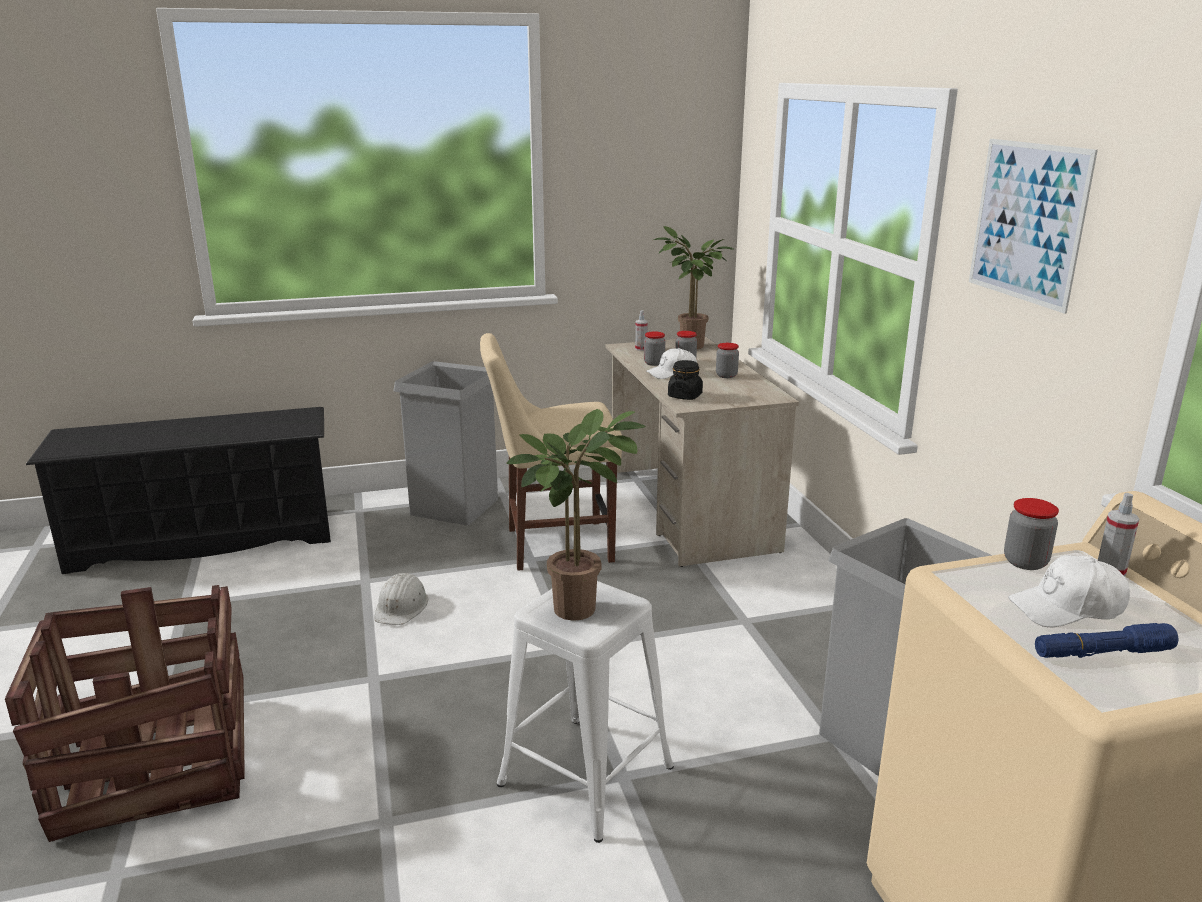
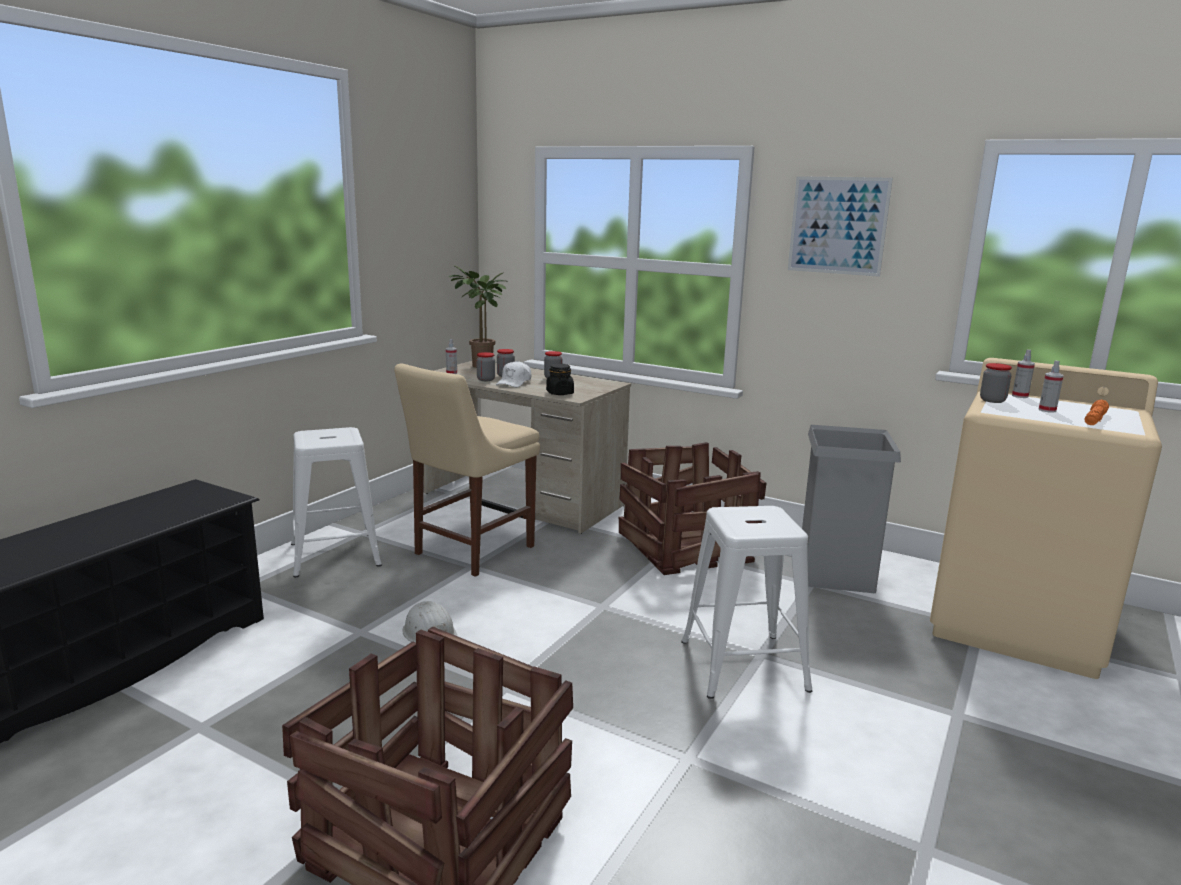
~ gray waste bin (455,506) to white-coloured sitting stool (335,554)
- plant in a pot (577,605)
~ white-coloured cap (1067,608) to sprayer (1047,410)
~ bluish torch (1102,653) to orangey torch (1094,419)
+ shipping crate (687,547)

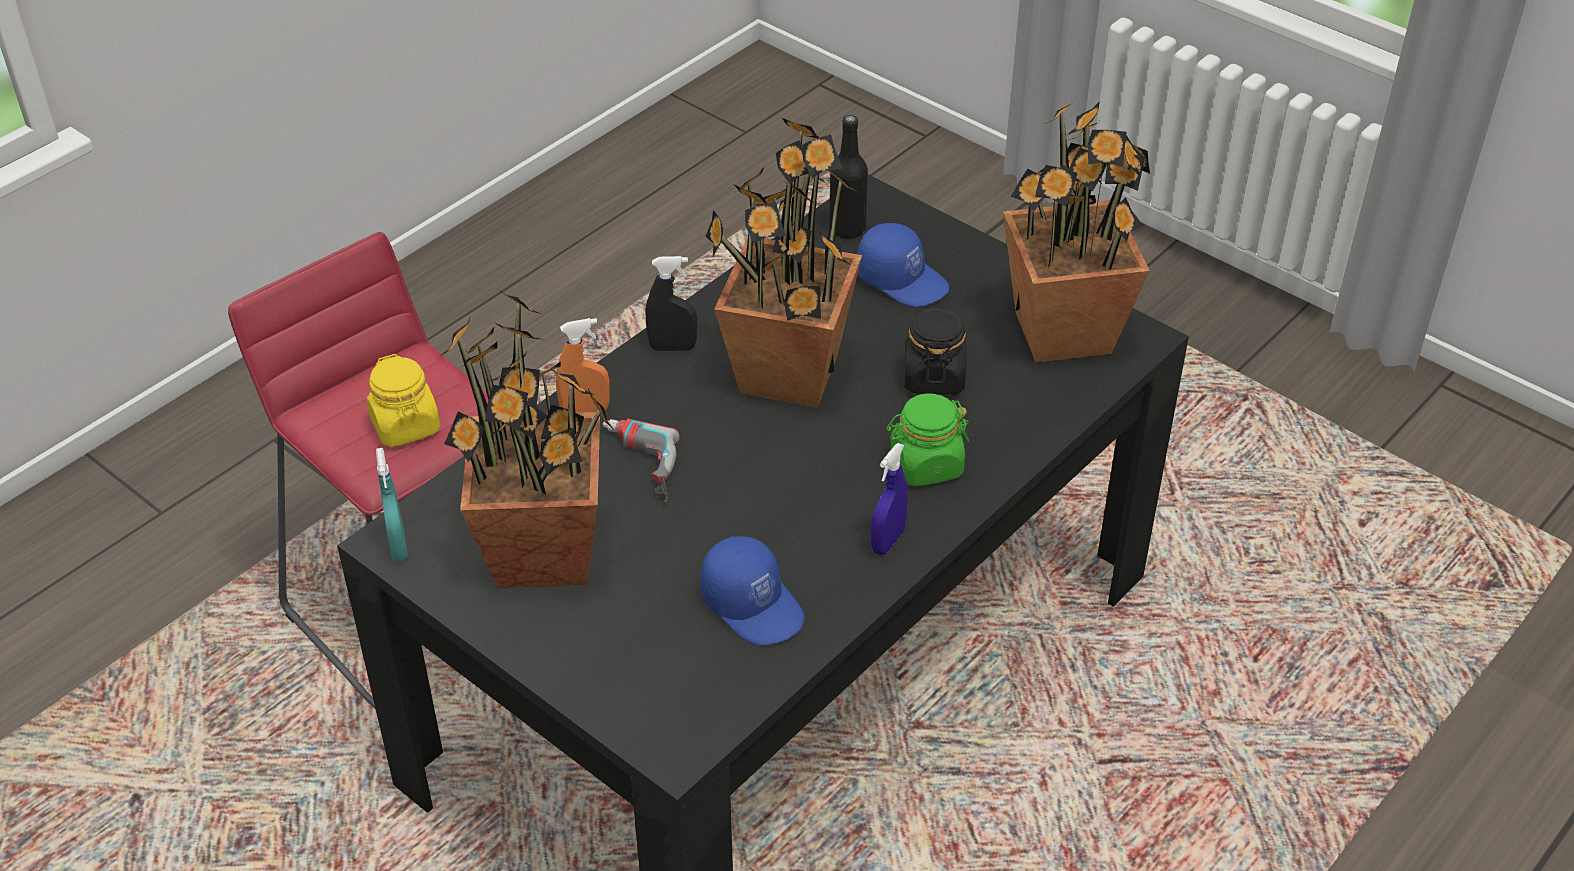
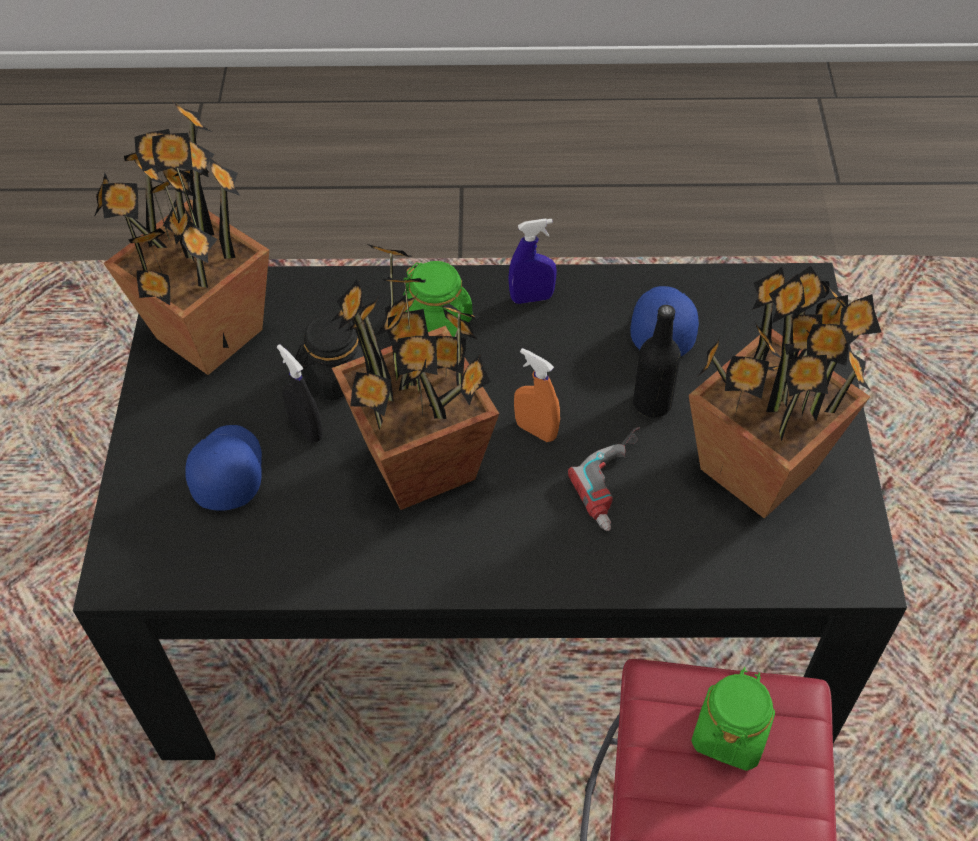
~ yellow-coloured storage jar (406,426) to green-coloured storage jar (730,733)
- turquoise sprayer (398,547)
~ orangey sprayer (585,412) to (536,430)
~ black sprayer (673,347) to (306,429)
~ black drink bottle (847,229) to (652,403)

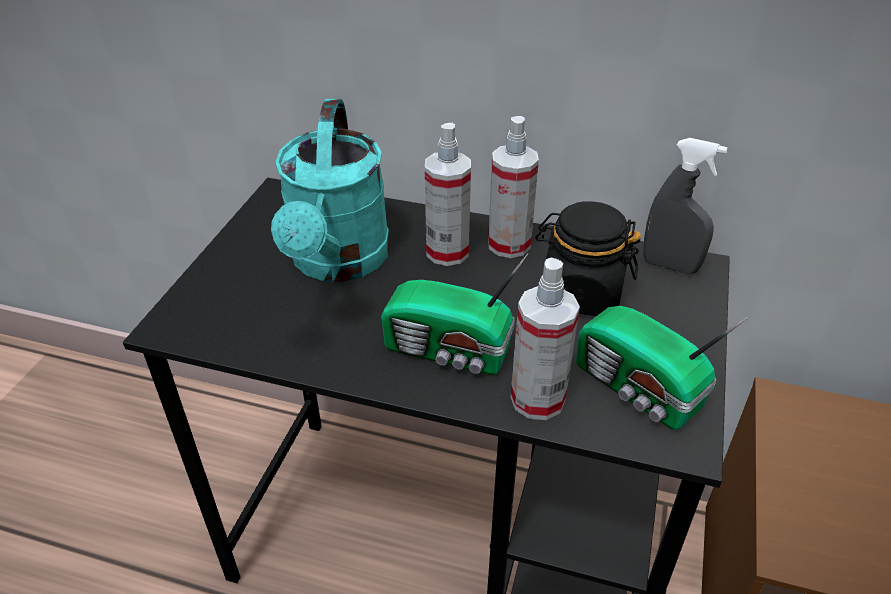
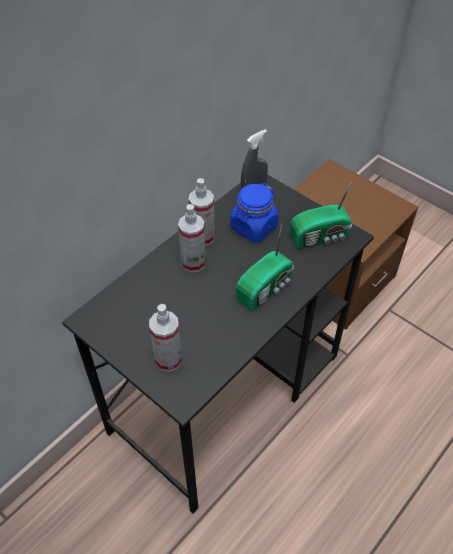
- turquoise watering can (338,263)
~ sprayer (537,399) to (168,359)
~ black storage jar (581,293) to bluish storage jar (253,227)

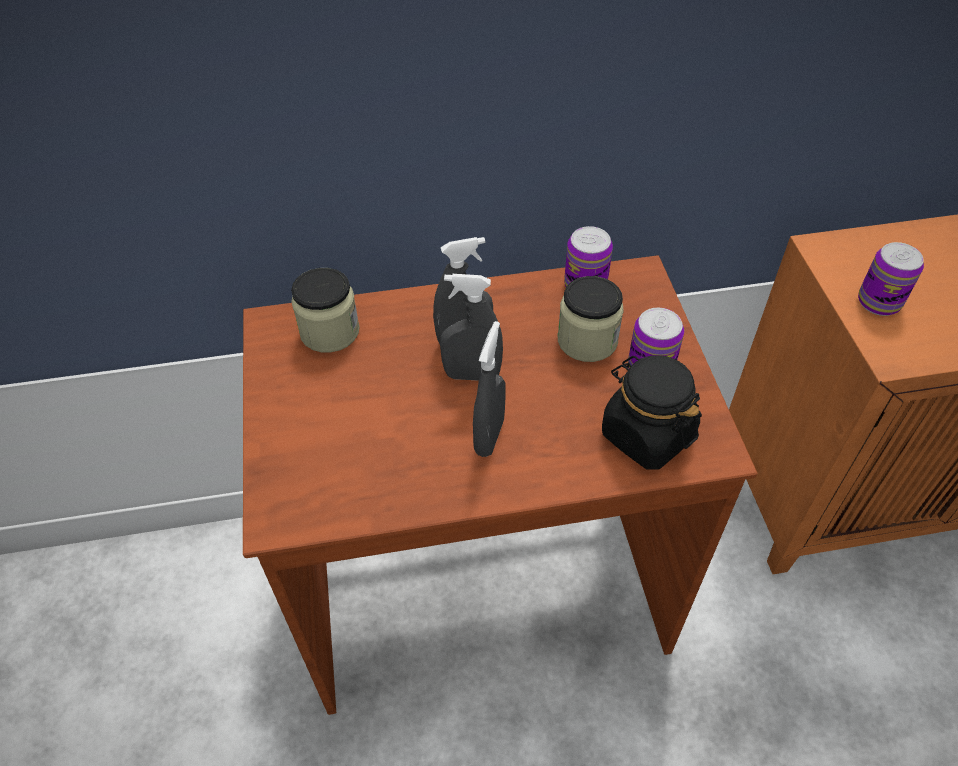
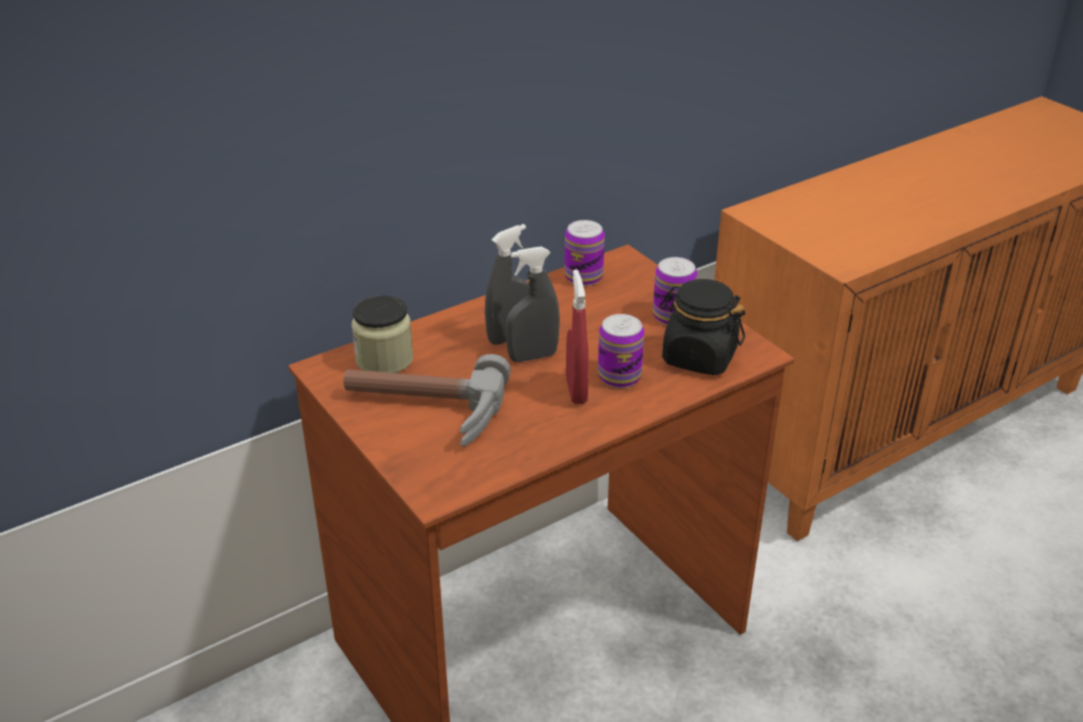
~ gray sprayer (489,436) to red-coloured sprayer (576,391)
- storage jar (587,340)
~ can (879,302) to (619,376)
+ tool hammer (422,412)

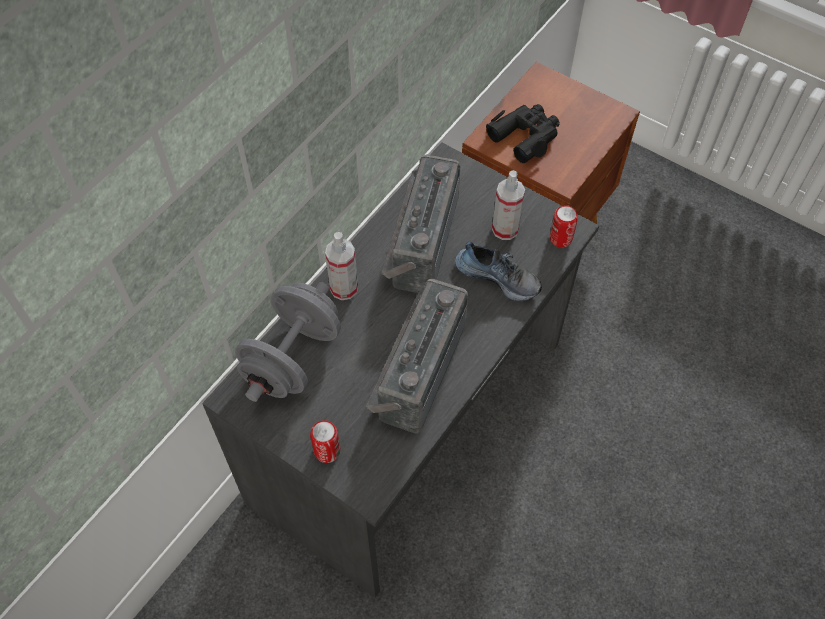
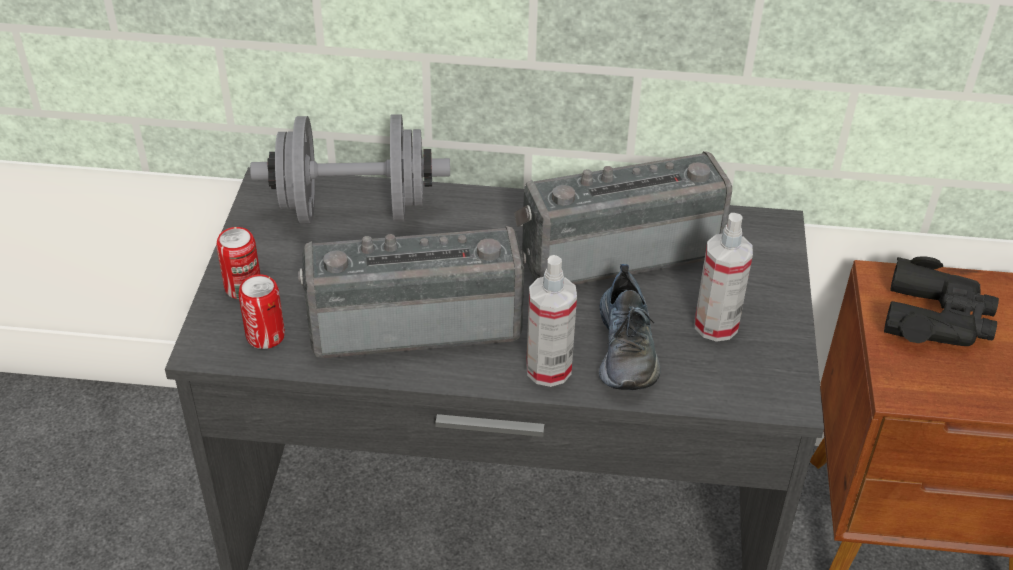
~ sprayer (344,288) to (548,369)
~ can (560,239) to (265,336)

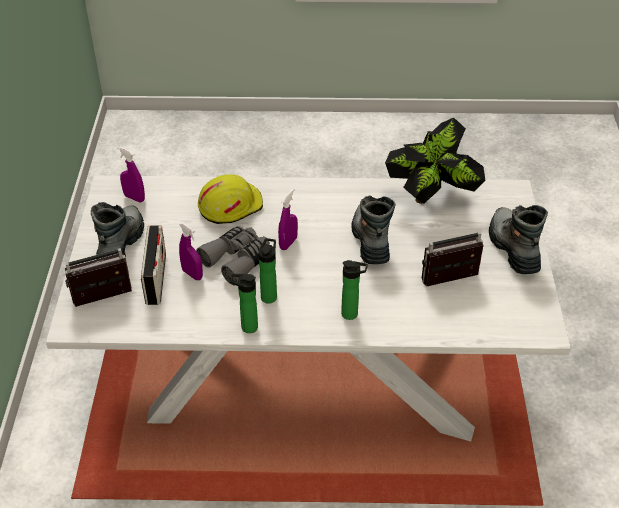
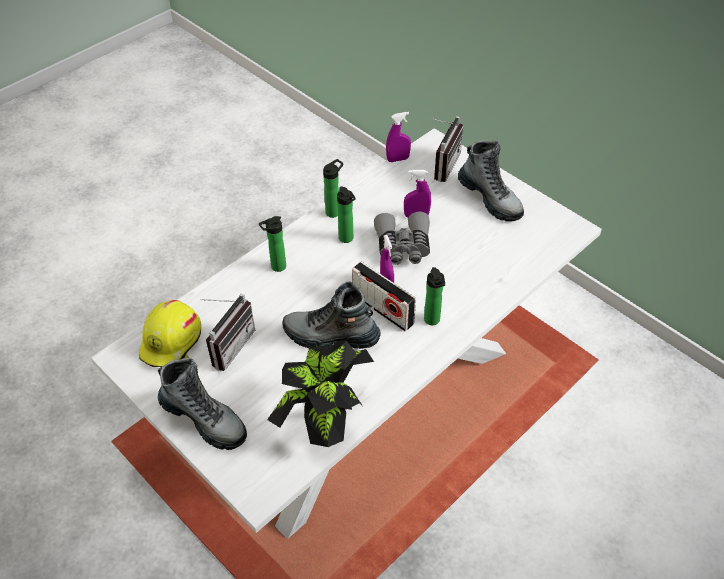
~ purple-coloured sprayer (134,198) to (398,159)
~ radio set (156,279) to (383,309)
~ yellow-coloured safety helmet (230,205) to (172,342)
~ high-top boot (371,239) = (331,336) 150 degrees clockwise
+ drink bottle (432,321)

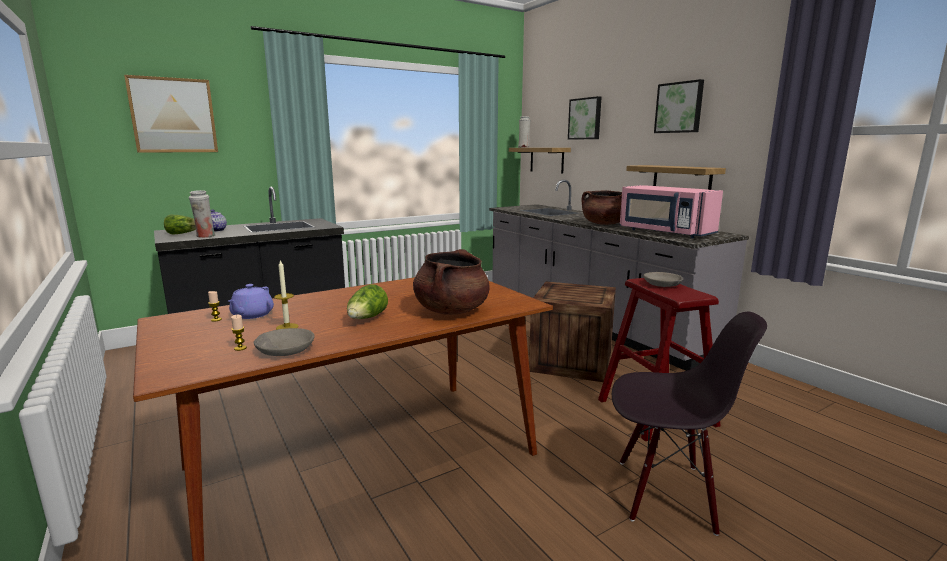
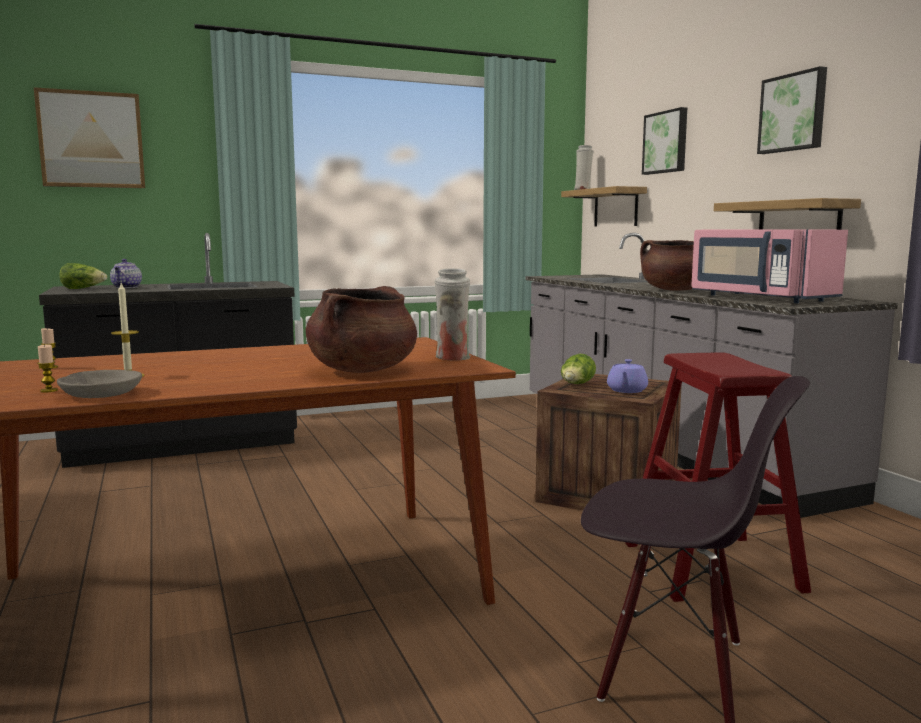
~ white-coloured flower vase (205,236) to (453,358)
~ purple-coloured pot for tea (252,315) to (626,391)
~ lettuce (367,319) to (576,385)
- gray serving bowl (662,285)

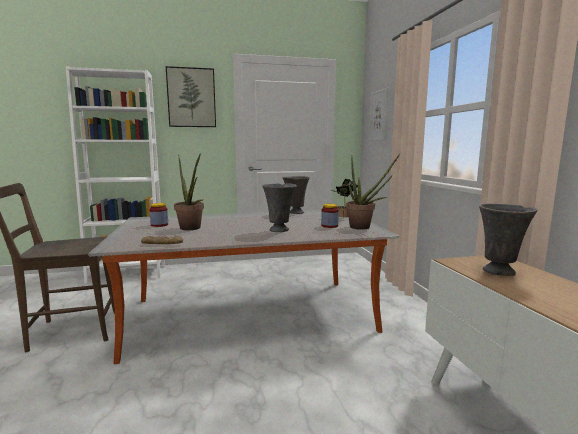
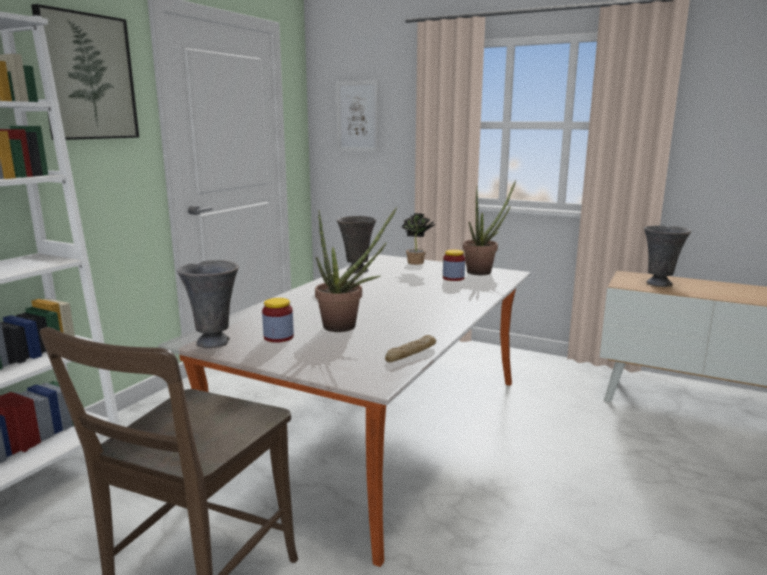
~ gray flower vase (280,230) to (214,342)

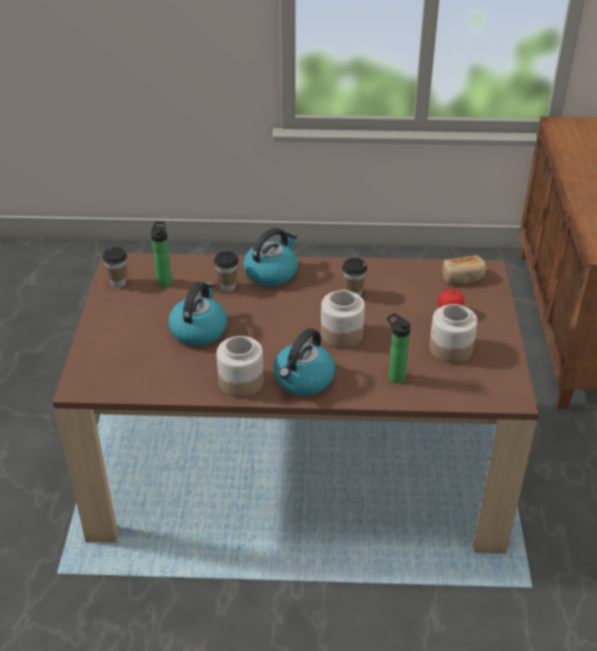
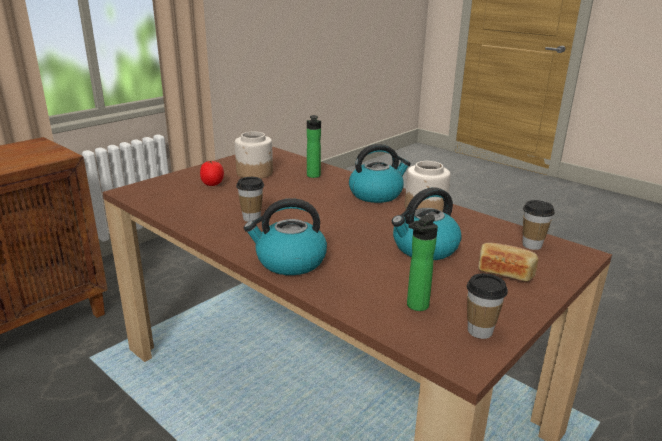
~ cup (227,287) to (531,245)
- storage jar (341,334)
~ bakery bread (463,277) to (505,272)

